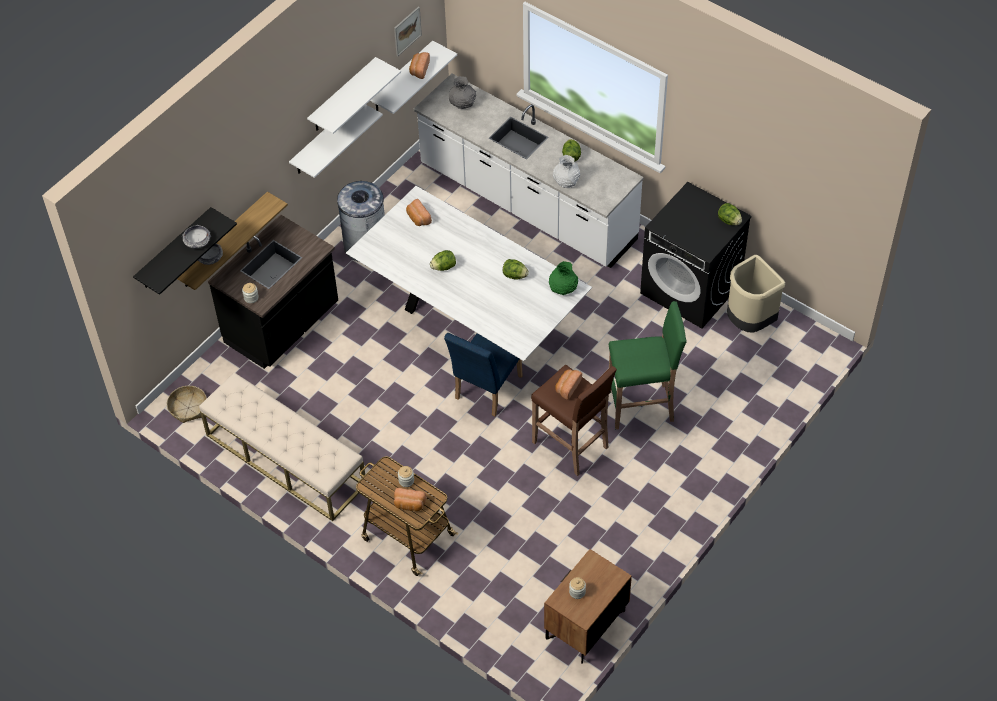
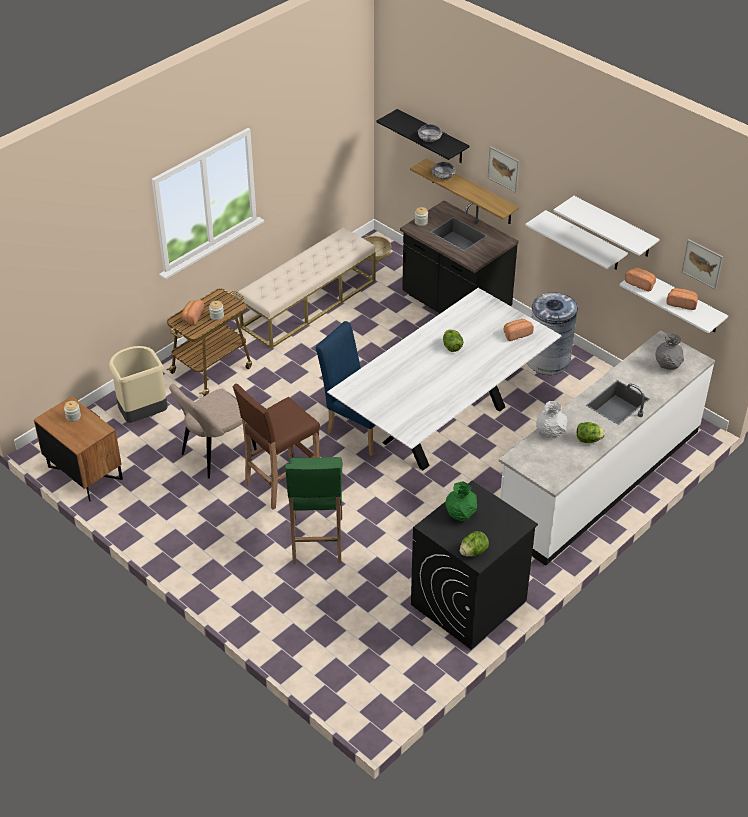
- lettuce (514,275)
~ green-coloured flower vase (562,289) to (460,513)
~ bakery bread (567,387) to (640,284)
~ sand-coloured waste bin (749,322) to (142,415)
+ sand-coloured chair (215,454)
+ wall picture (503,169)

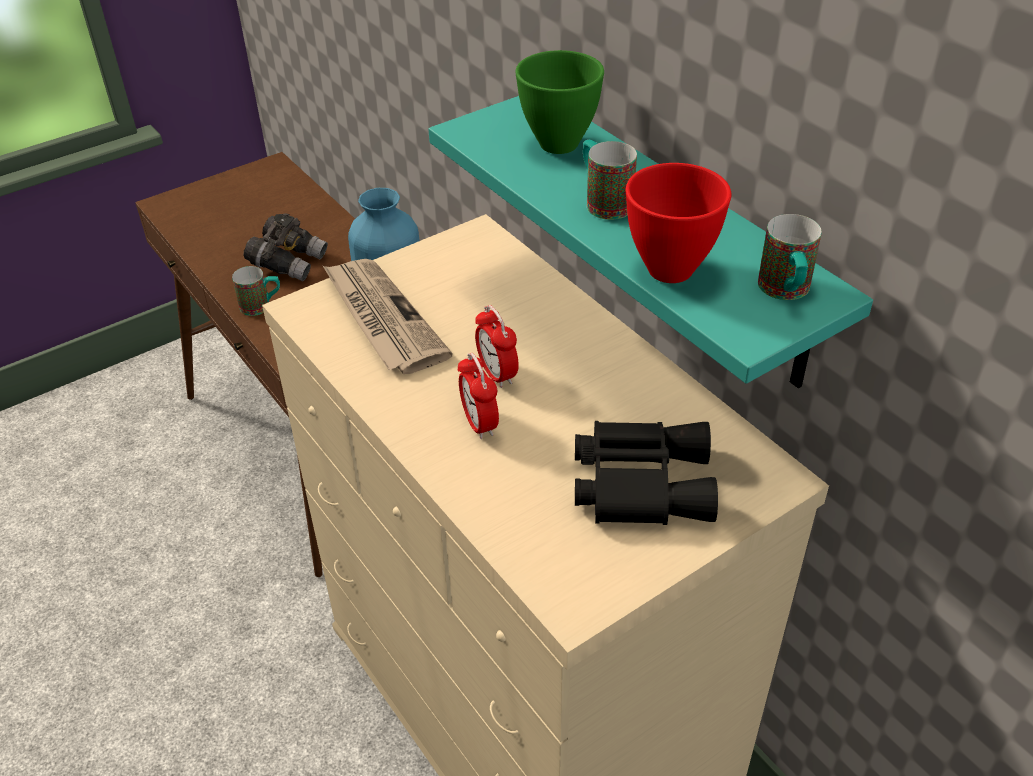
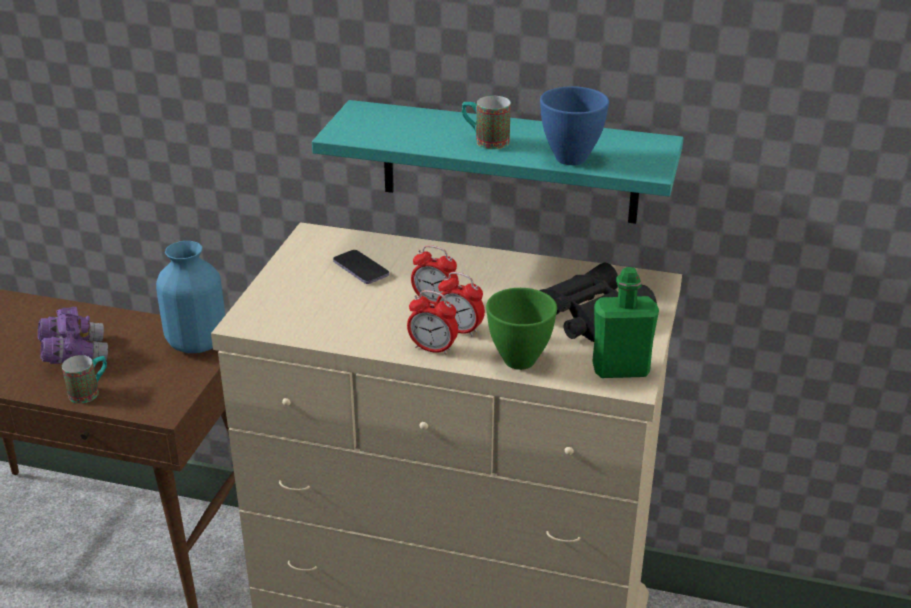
~ gray binoculars (288,263) to purple-coloured binoculars (74,354)
- newspaper (382,318)
~ green-coloured serving bowl (561,144) to (520,359)
~ red-coloured serving bowl (671,268) to bluish serving bowl (570,158)
- coffee mug (785,292)
+ phone (361,269)
+ bedside clock (433,349)
+ green-coloured drink bottle (620,369)

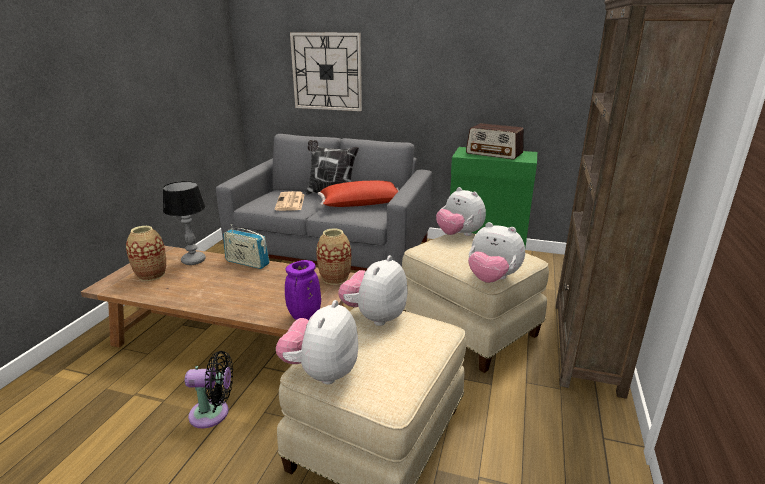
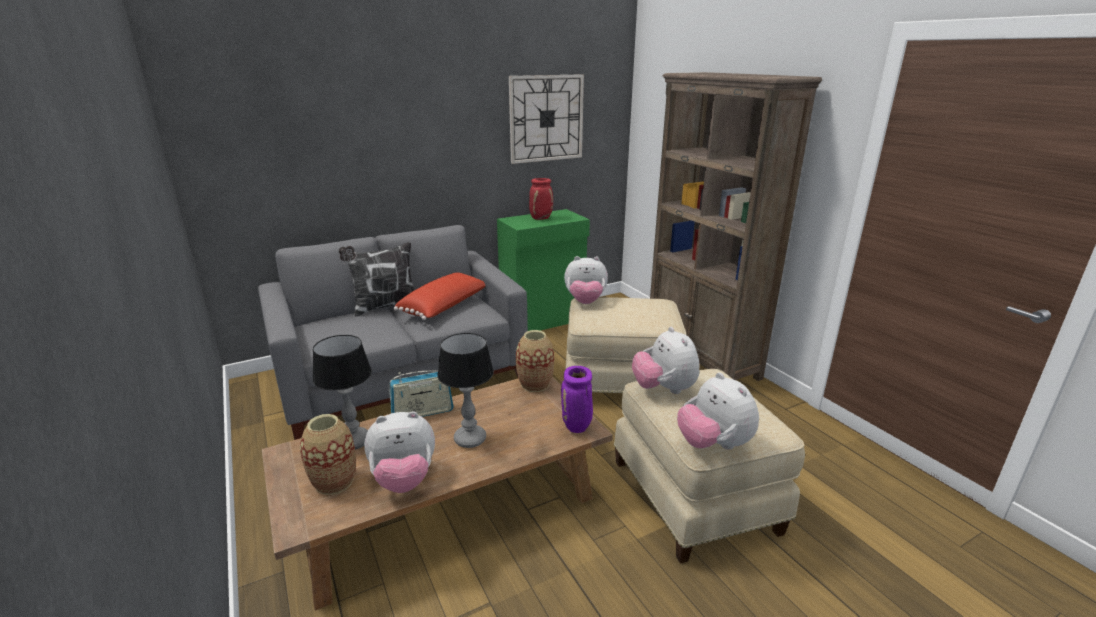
- black electric fan (213,414)
- newspaper (290,202)
~ hanging clock (327,72) to (546,118)
~ radio set (494,153) to red-coloured flower vase (541,218)
~ soft toy (492,279) to (404,479)
+ tabletop lamp (469,439)

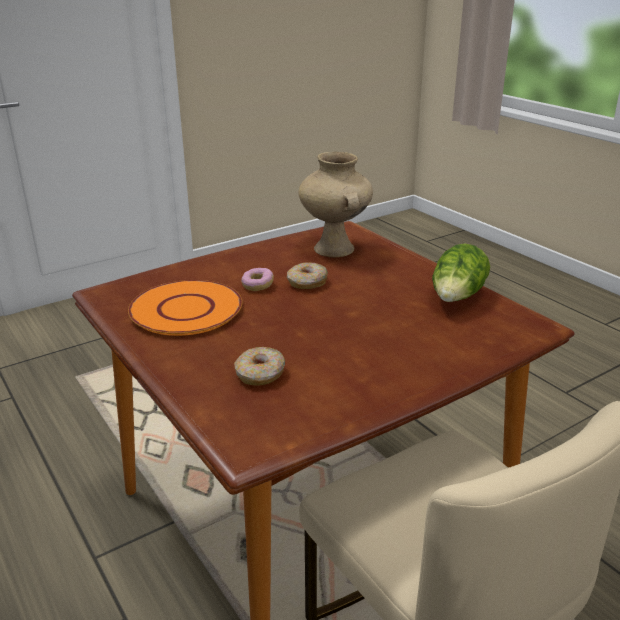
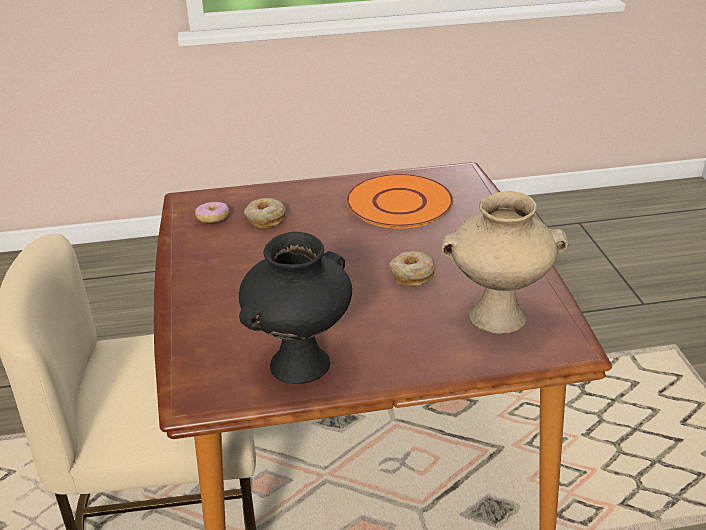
~ donut (257,286) to (213,219)
~ lettuce (457,297) to black flower vase (300,366)

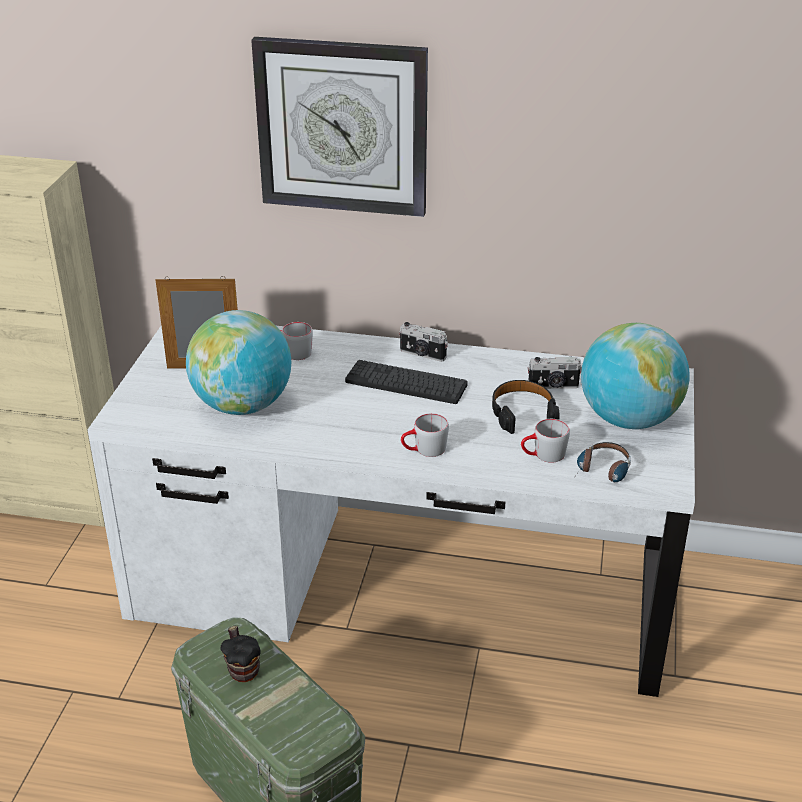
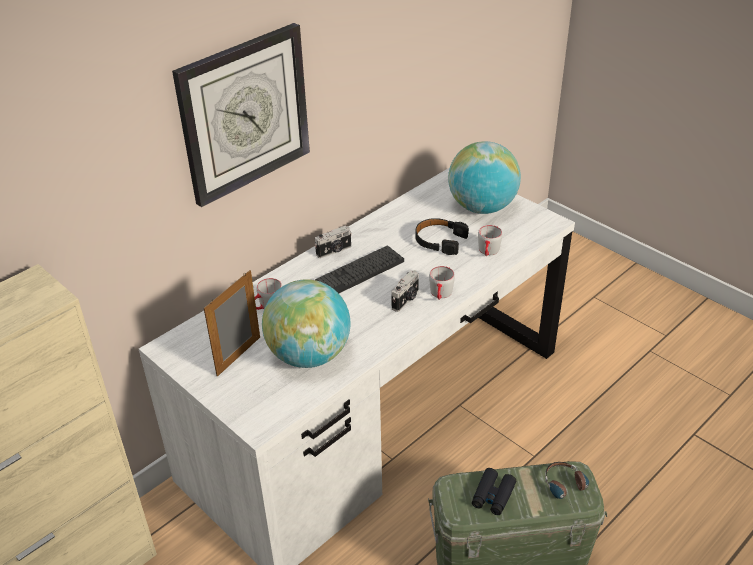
~ coffee mug (242,668) to black binoculars (493,496)
~ photo camera (553,386) to (406,300)
~ headset (601,473) to (568,489)

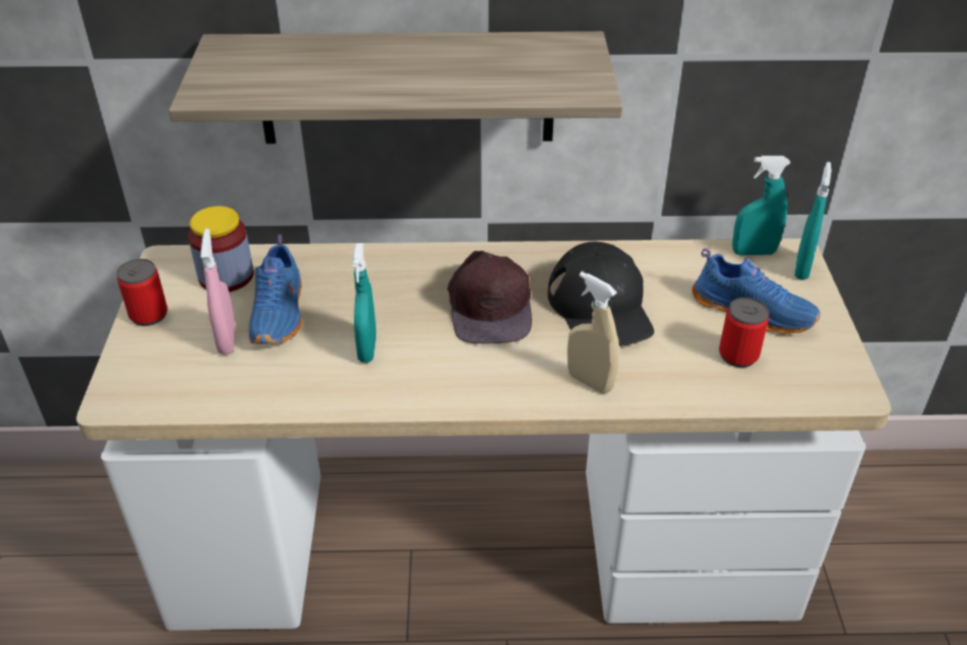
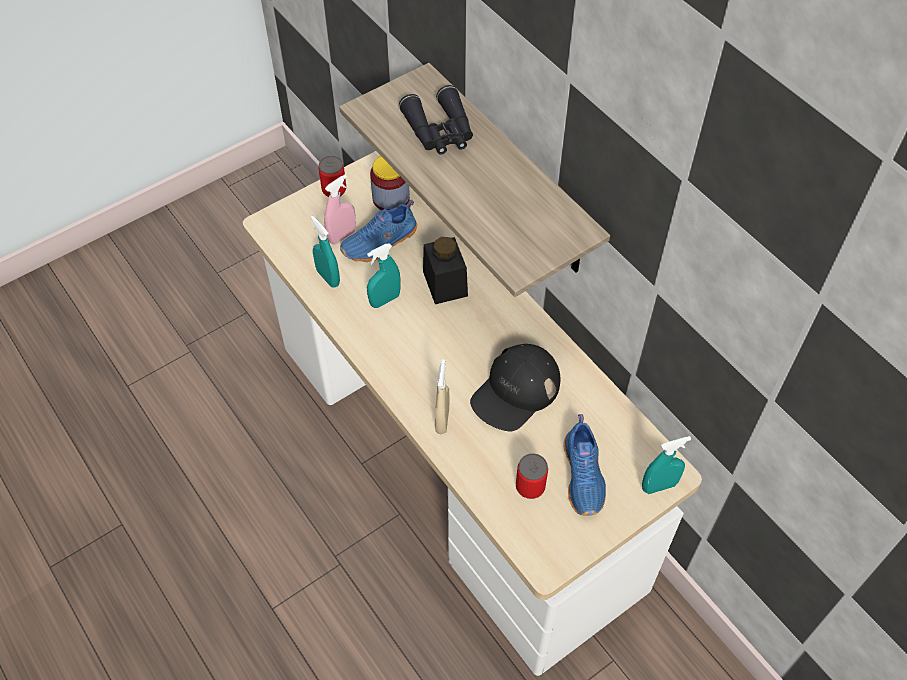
- brown-coloured cap (491,305)
~ turquoise sprayer (753,252) to (328,278)
+ black binoculars (440,131)
+ black storage jar (445,283)

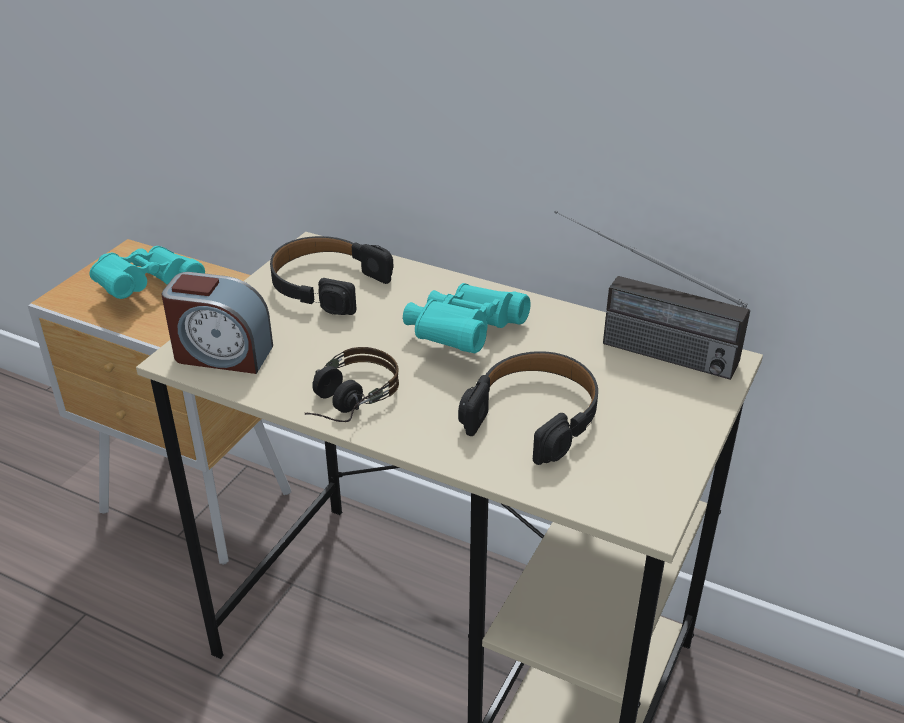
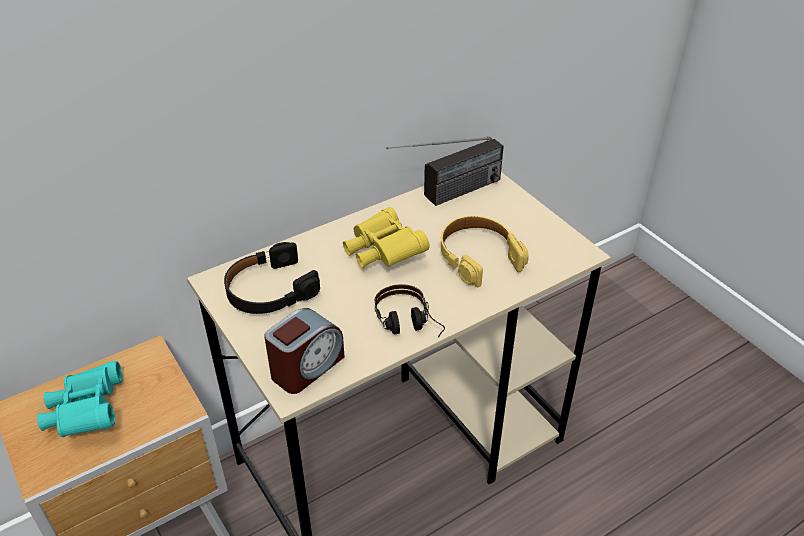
~ turquoise binoculars (463,336) to yellow-coloured binoculars (383,253)
~ black headset (534,416) to yellow-coloured headset (478,256)

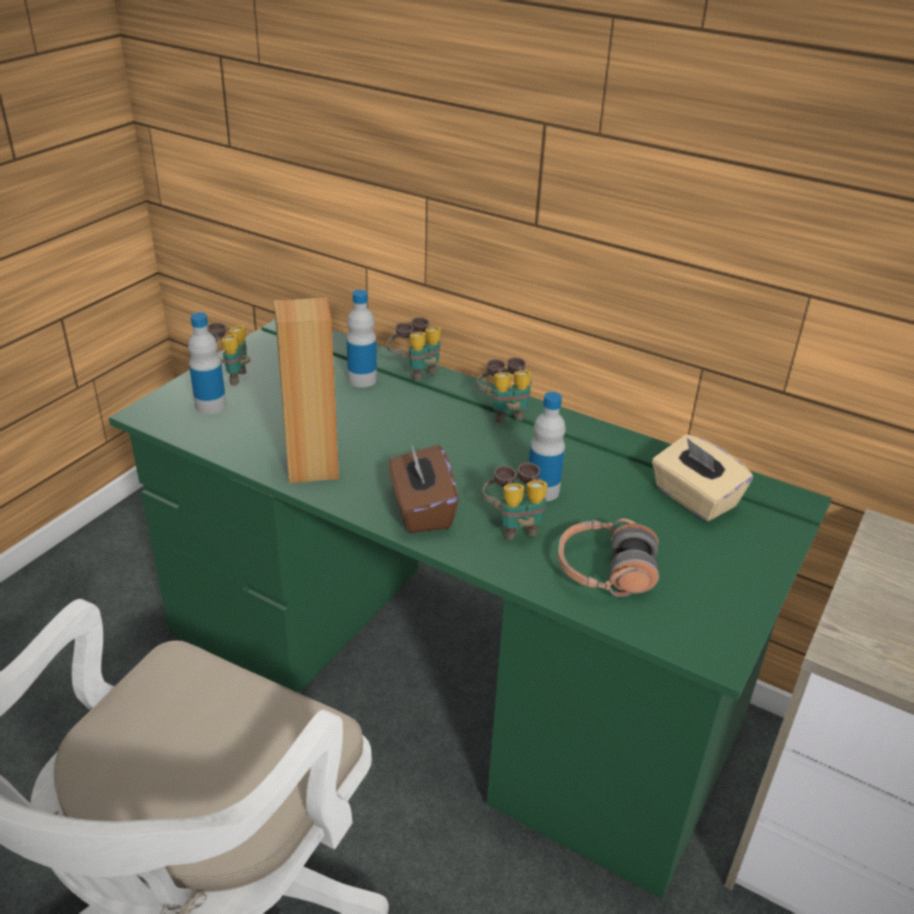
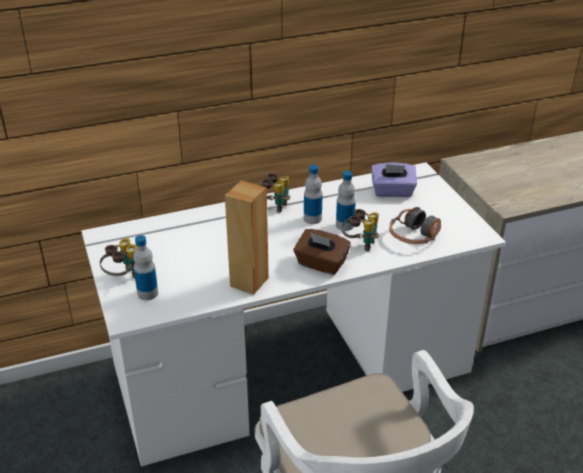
~ green-coloured desk (448,674) to white-coloured desk (291,369)
~ drink bottle (362,379) to (312,219)
- binoculars (416,370)
~ sand-coloured tissue box (694,498) to purple-coloured tissue box (392,192)

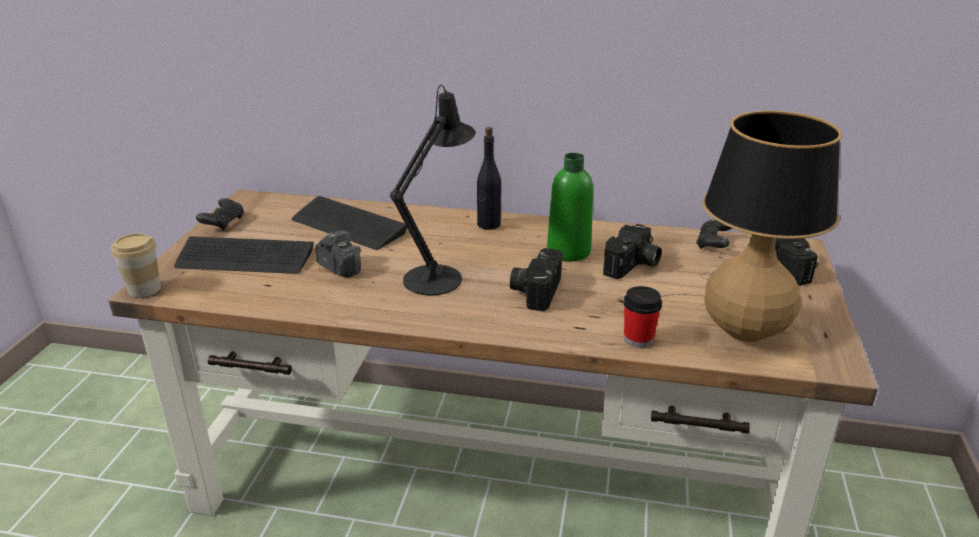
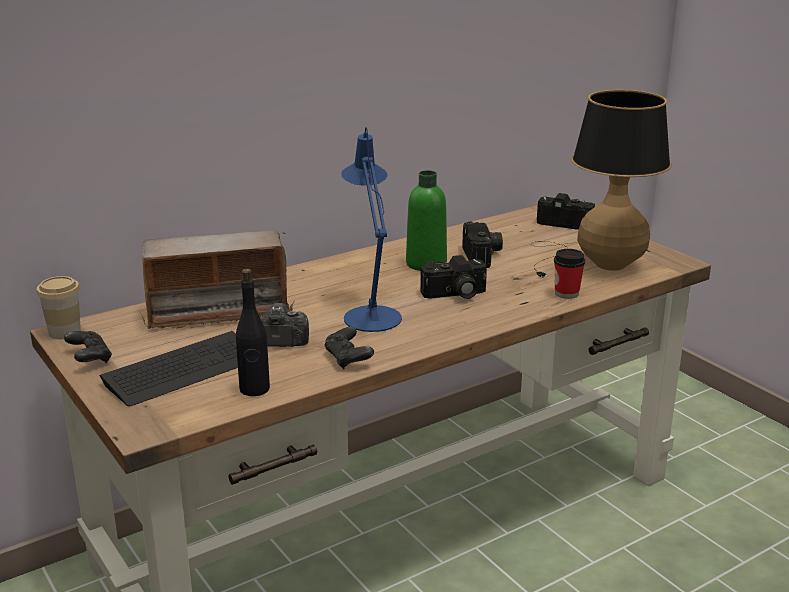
~ cup (144,289) to (64,332)
~ computer keyboard (348,225) to radio set (218,313)
~ black tabletop lamp (438,276) to bluish tabletop lamp (371,314)
~ black drink bottle (488,224) to (254,389)
~ photo camera (535,290) = (455,294) 75 degrees counterclockwise
~ black gamepad (713,244) to (348,359)

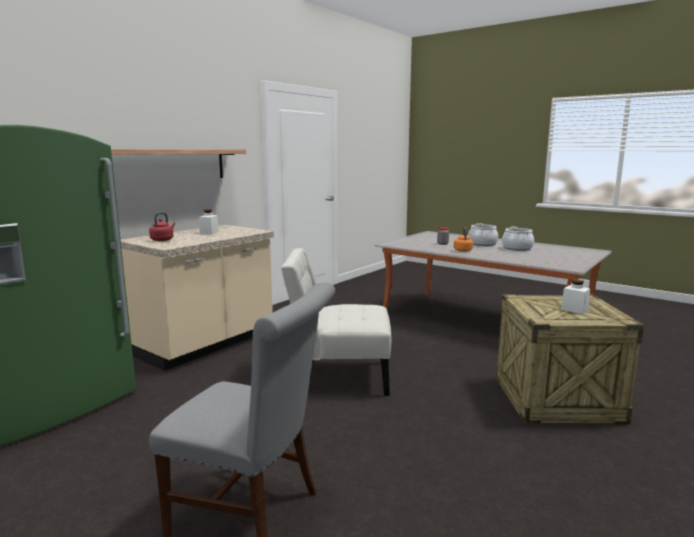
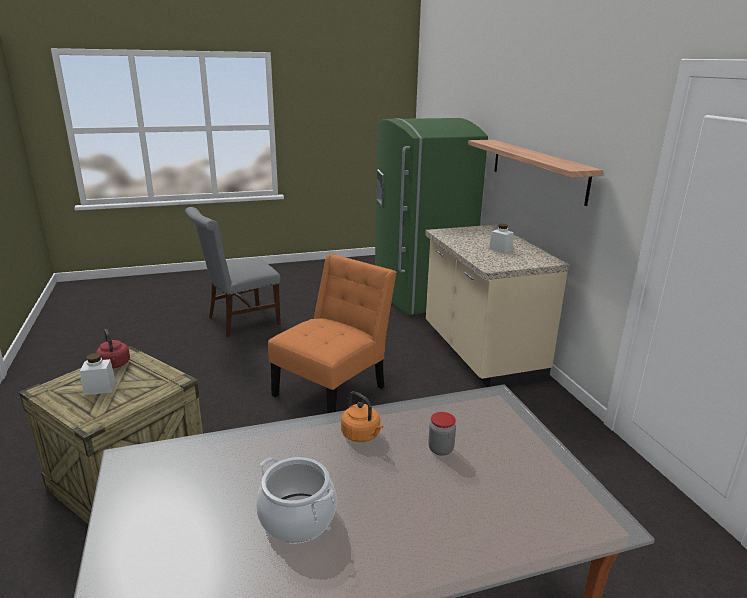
~ red-coloured water kettle (163,240) to (115,365)
~ white-coloured chair (339,377) to orangey chair (333,389)
- saucepot (482,244)

